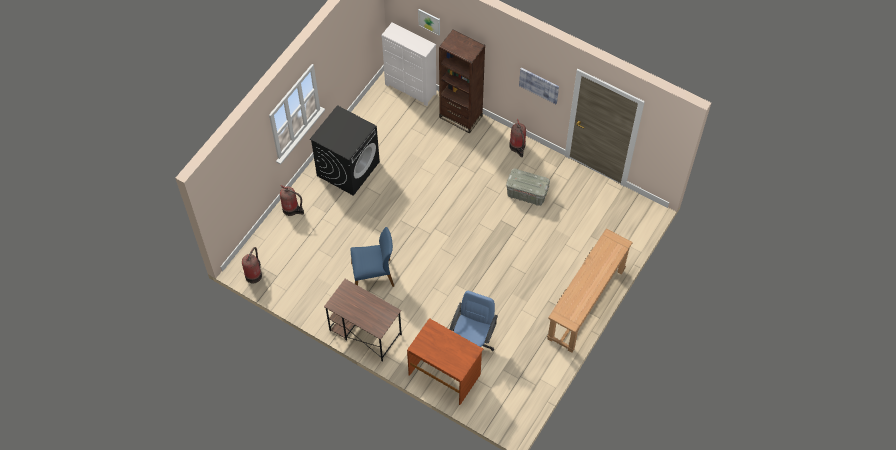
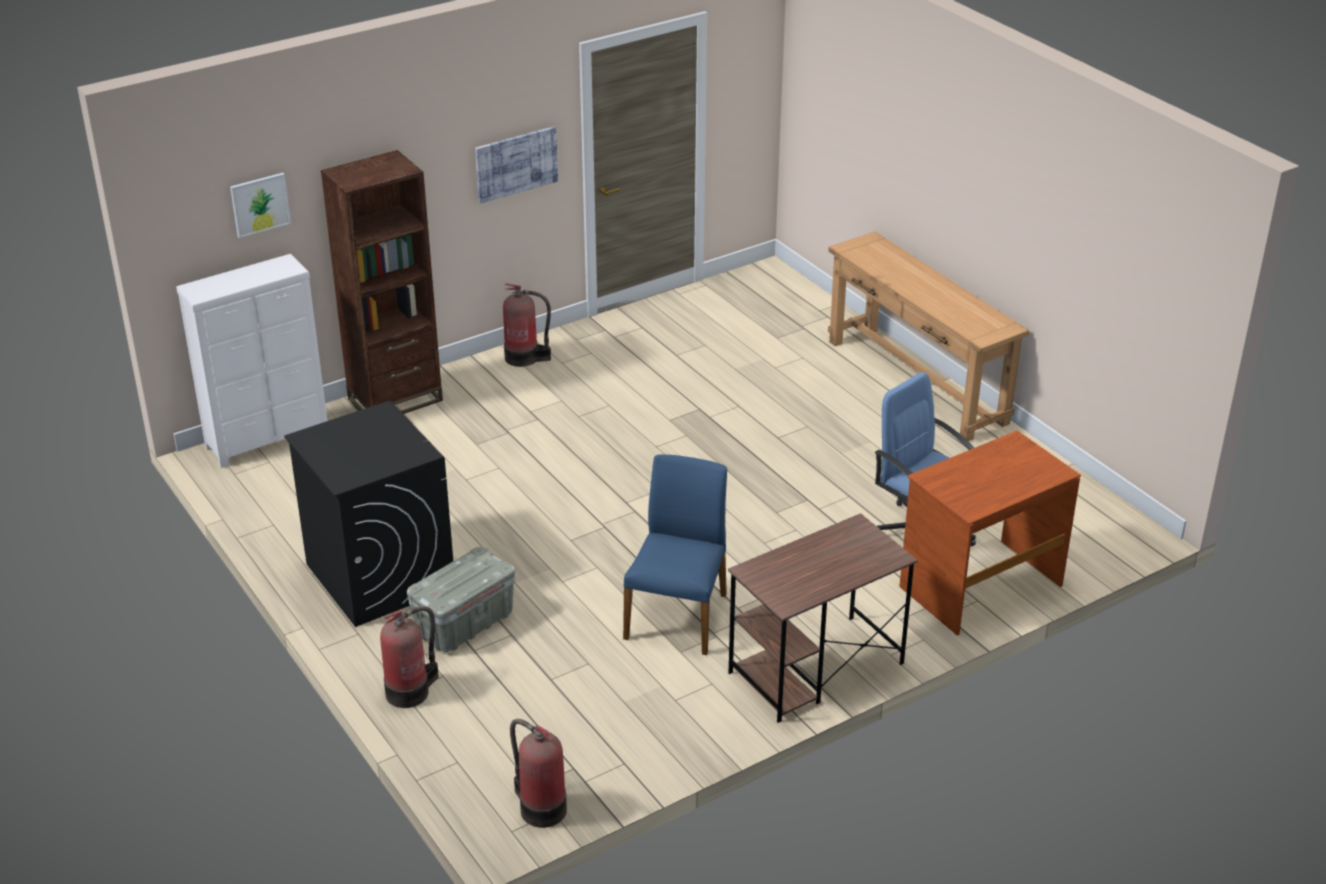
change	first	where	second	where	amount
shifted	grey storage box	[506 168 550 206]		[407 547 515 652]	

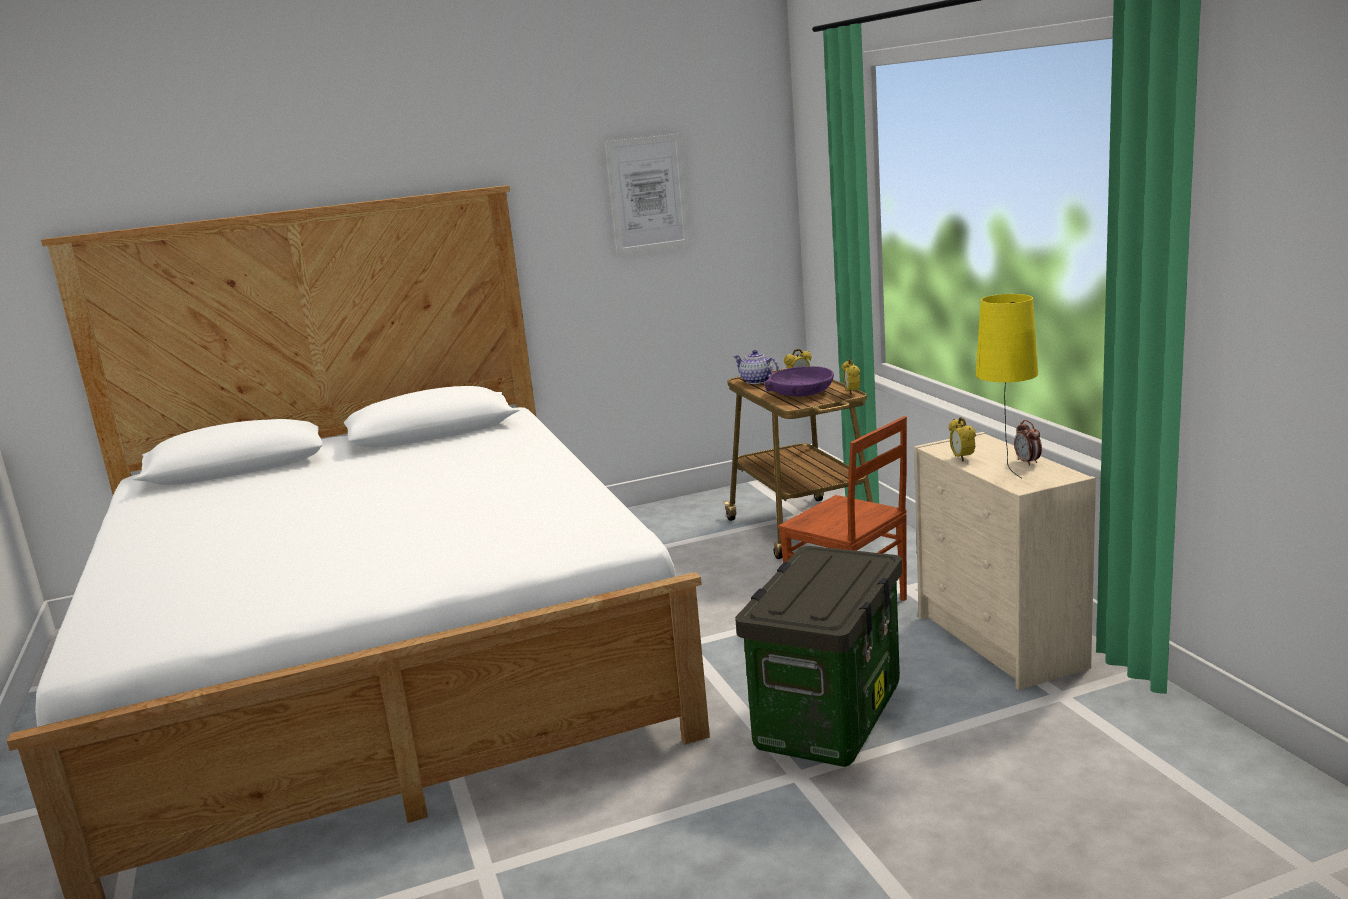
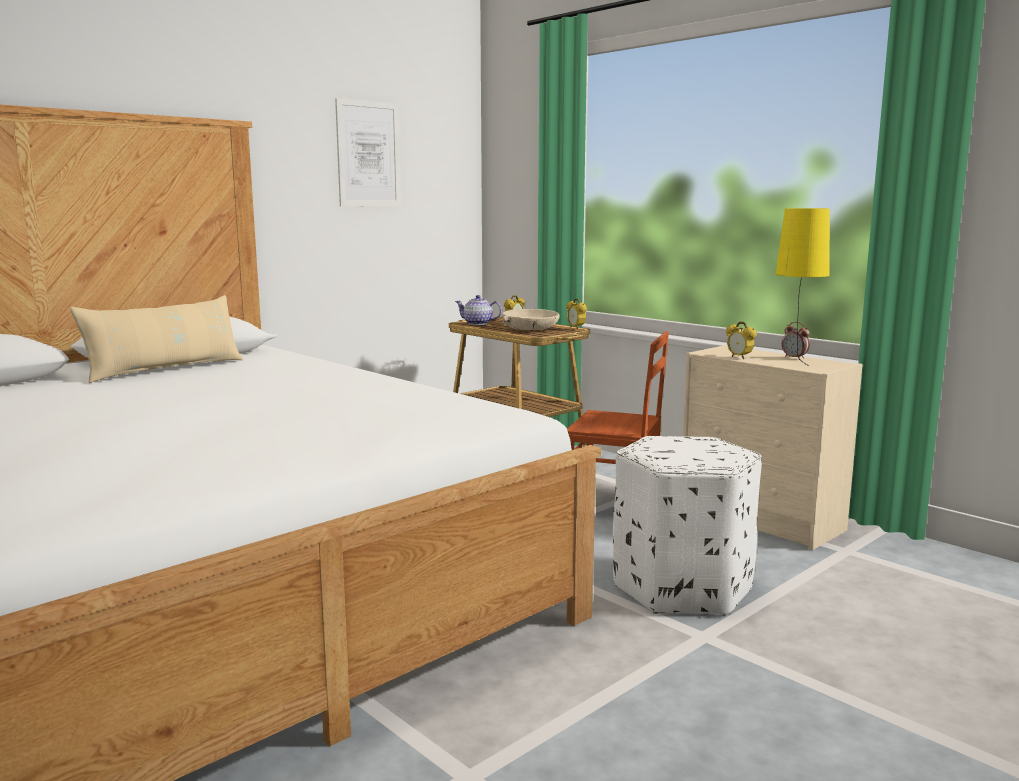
change	first	where	second	where	amount
swapped	storage box	[735 546 902 767]	white ottoman	[613 436 762 616]	
repainted	purple bowl	[764 366 834 396]	beige bowl	[502 309 560 330]	
new			beige pillow	[70 295 243 383]	

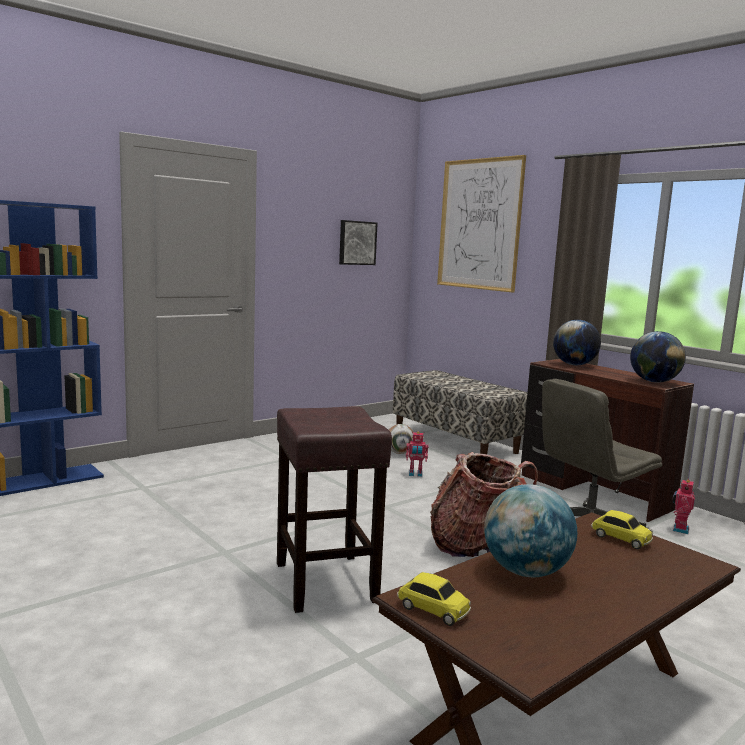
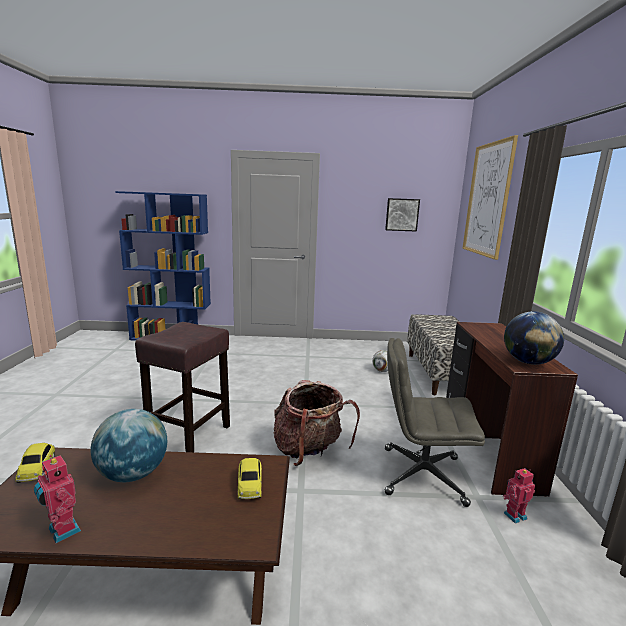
change	first	where	second	where	amount
shifted	toy robot	[406 431 428 477]		[34 455 81 543]	
gone	globe	[553 320 601 365]			

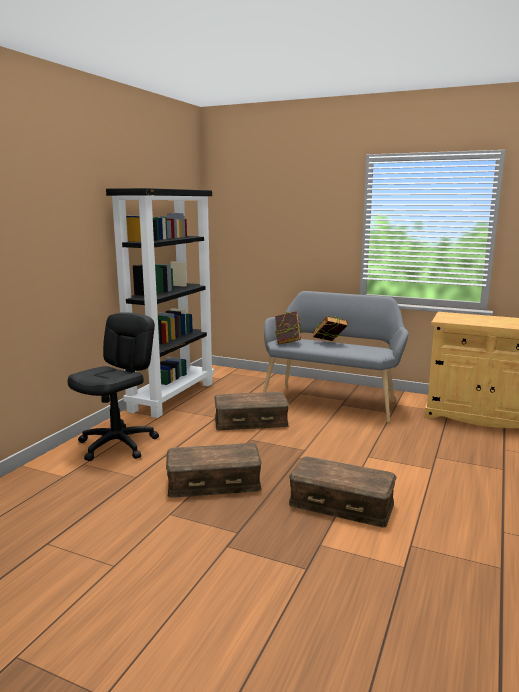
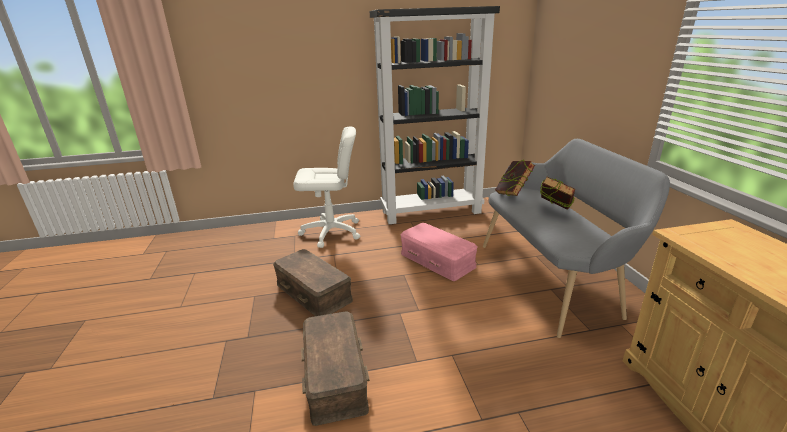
change	first	where	second	where	amount
repainted	black office chair	[68 312 159 461]	white office chair	[293 126 360 248]	
repainted	brown storage box	[214 392 289 430]	pink storage box	[400 223 478 281]	

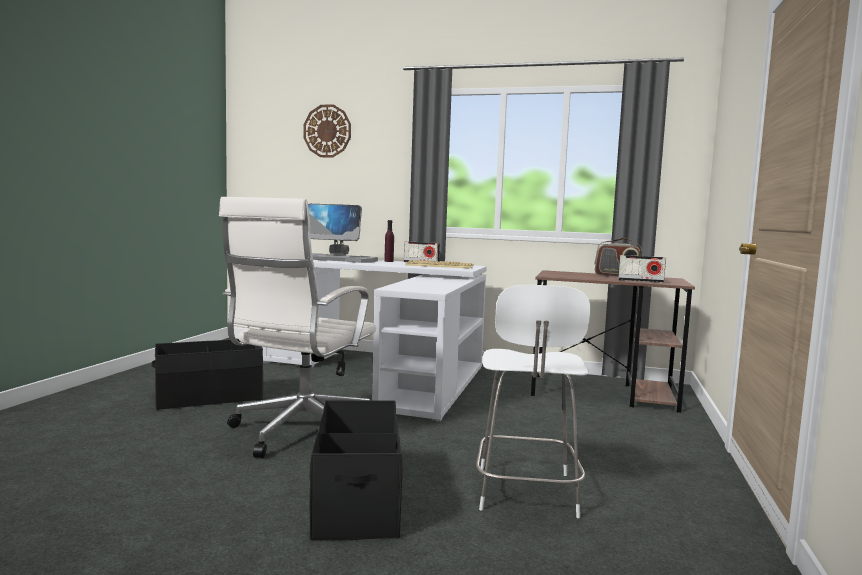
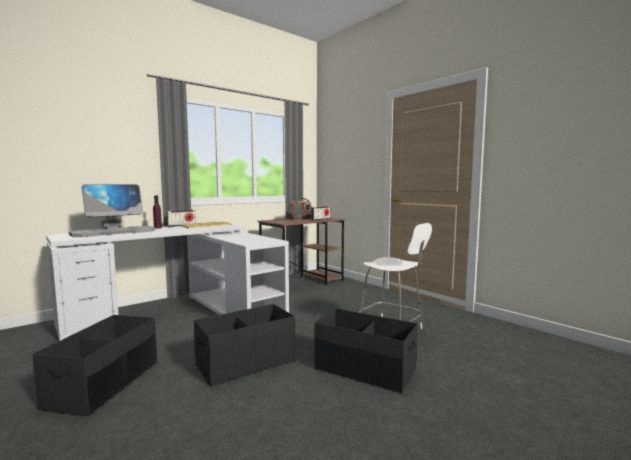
change	first	where	second	where	amount
swapped	white office chair	[219 197 376 458]	black storage box	[194 304 295 386]	
gone	wall clock	[303 104 351 157]			

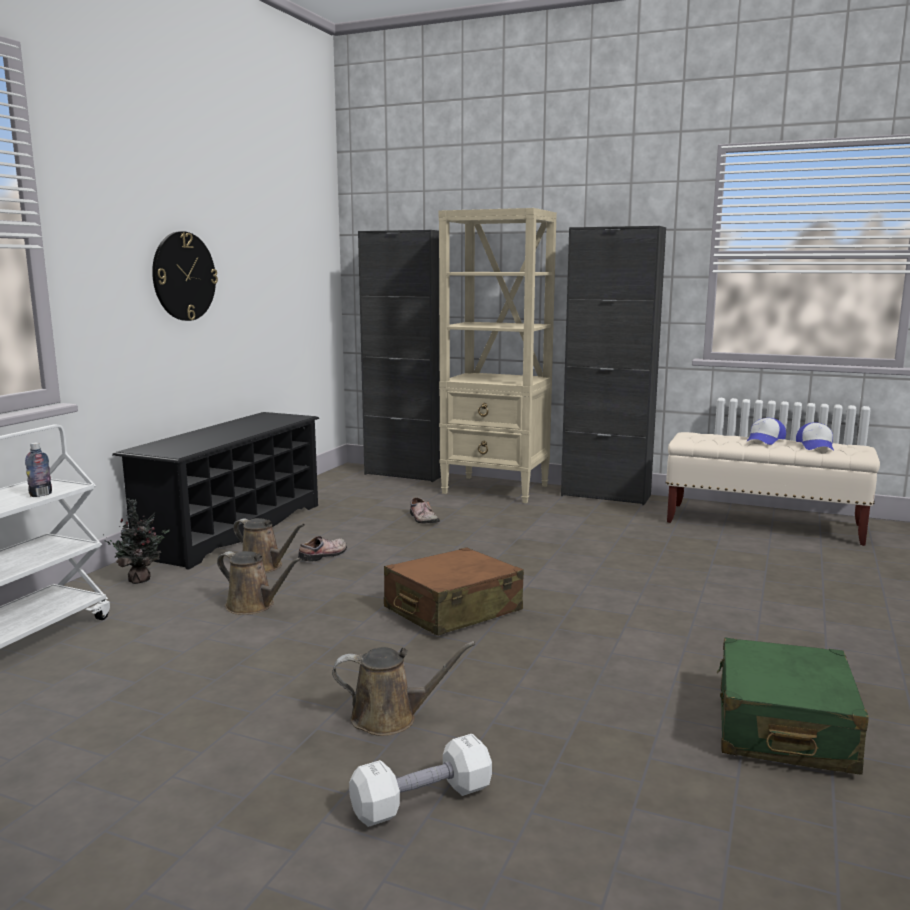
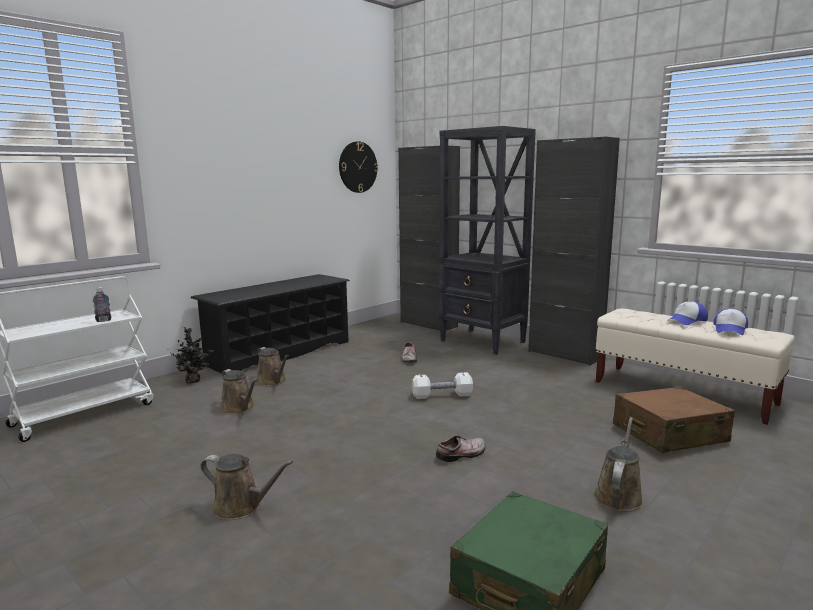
change	first	where	second	where	amount
shifted	wall clock	[152 231 218 321]		[339 141 378 193]	
shifted	shoe	[298 536 347 561]		[436 435 486 462]	
shifted	white dumbbell	[349 734 492 827]		[412 372 473 399]	
shifted	brown suitcase	[384 547 524 636]		[613 386 735 453]	
repainted	beige bookcase	[438 208 557 503]	black bookcase	[439 126 536 355]	
new			brown watering can	[593 417 644 512]	

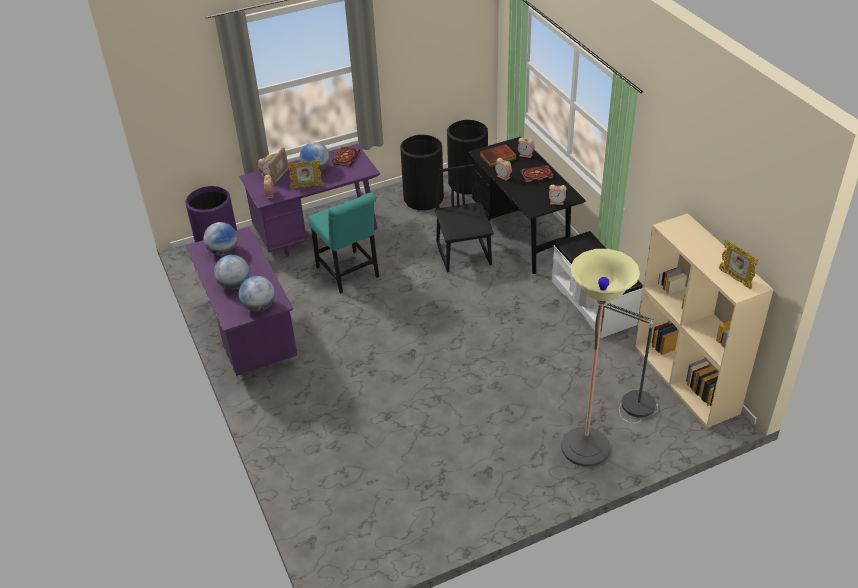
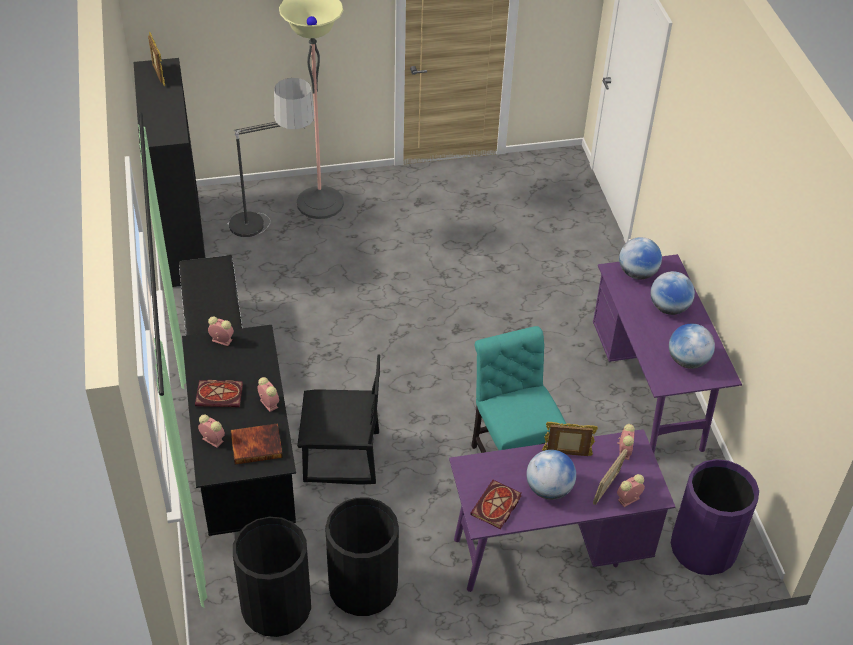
change	first	where	second	where	amount
rotated	black chair	[435 164 494 272]		[297 354 380 485]	90 degrees counterclockwise
repainted	beige bookcase	[635 213 774 428]	black bookcase	[133 58 205 287]	

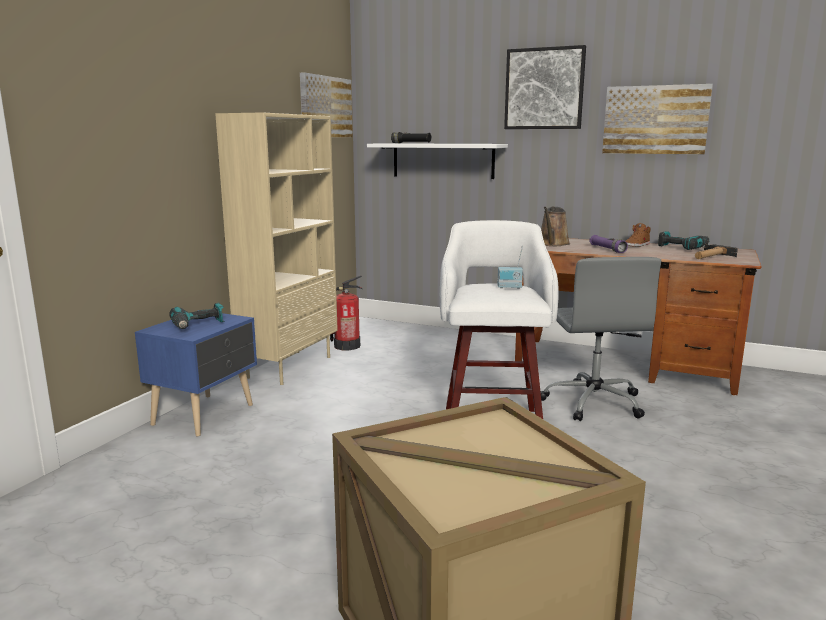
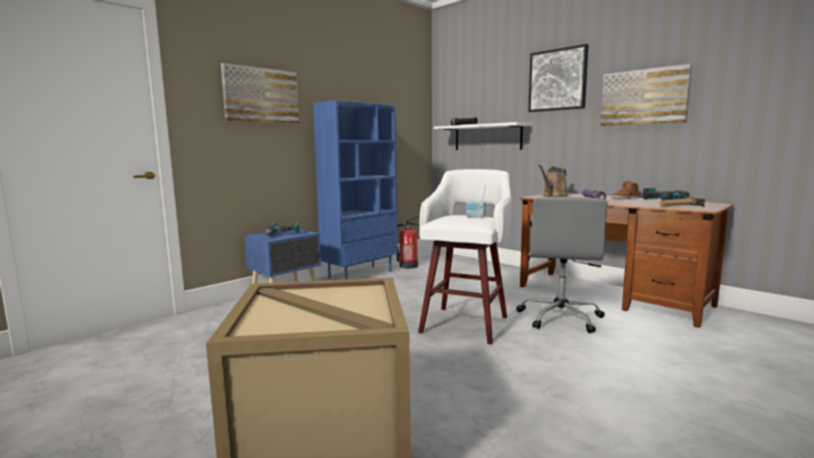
change	first	where	second	where	amount
repainted	beige bookcase	[215 112 338 385]	blue bookcase	[313 100 398 280]	
shifted	picture	[300 72 353 137]		[221 63 299 124]	

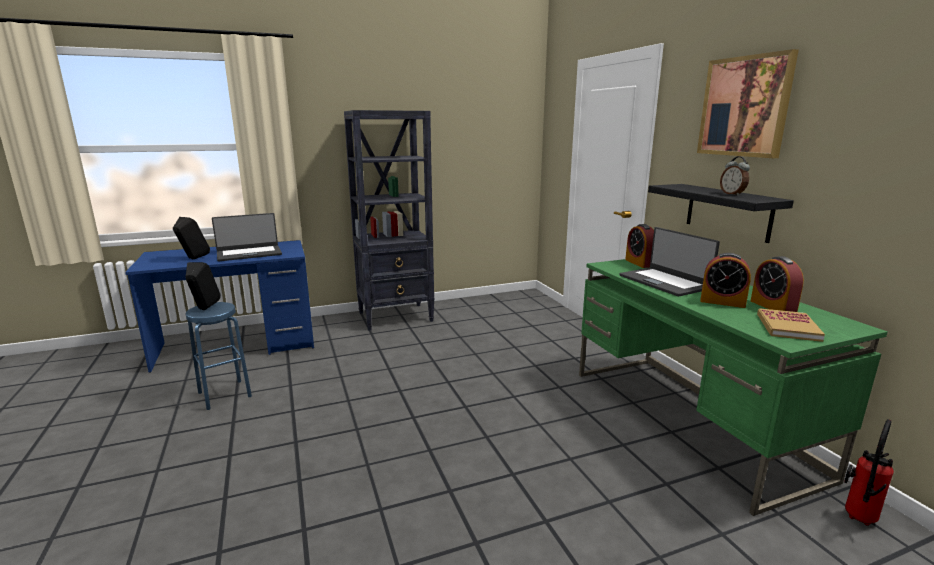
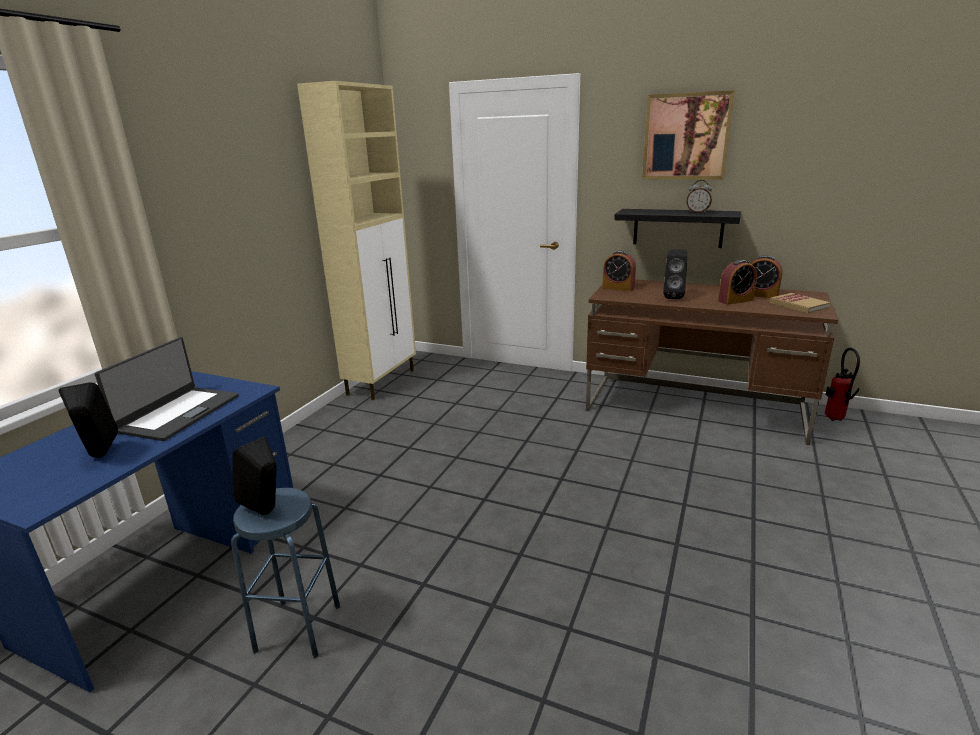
change	first	where	second	where	amount
gone	black bookcase	[344 110 434 331]			
repainted	green desk	[579 259 888 516]	brown desk	[586 279 838 445]	
swapped	laptop	[620 227 720 297]	black speaker	[663 249 687 299]	
new			beige cabinet	[297 81 416 400]	

